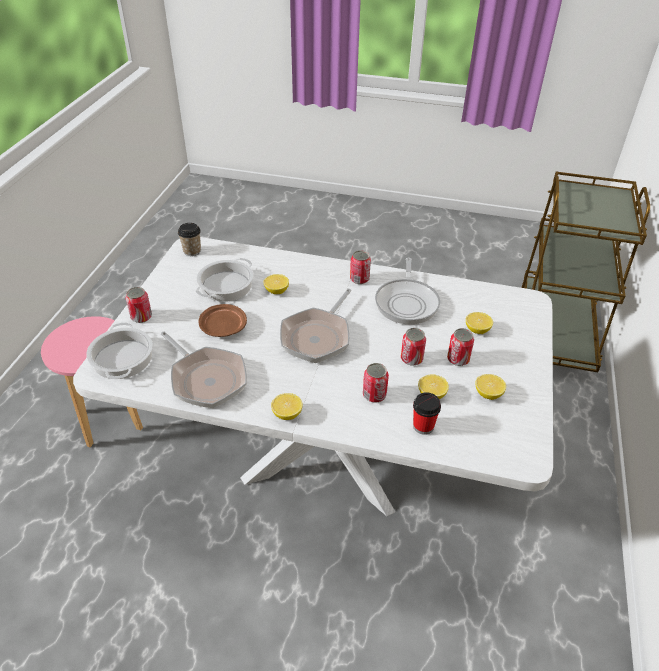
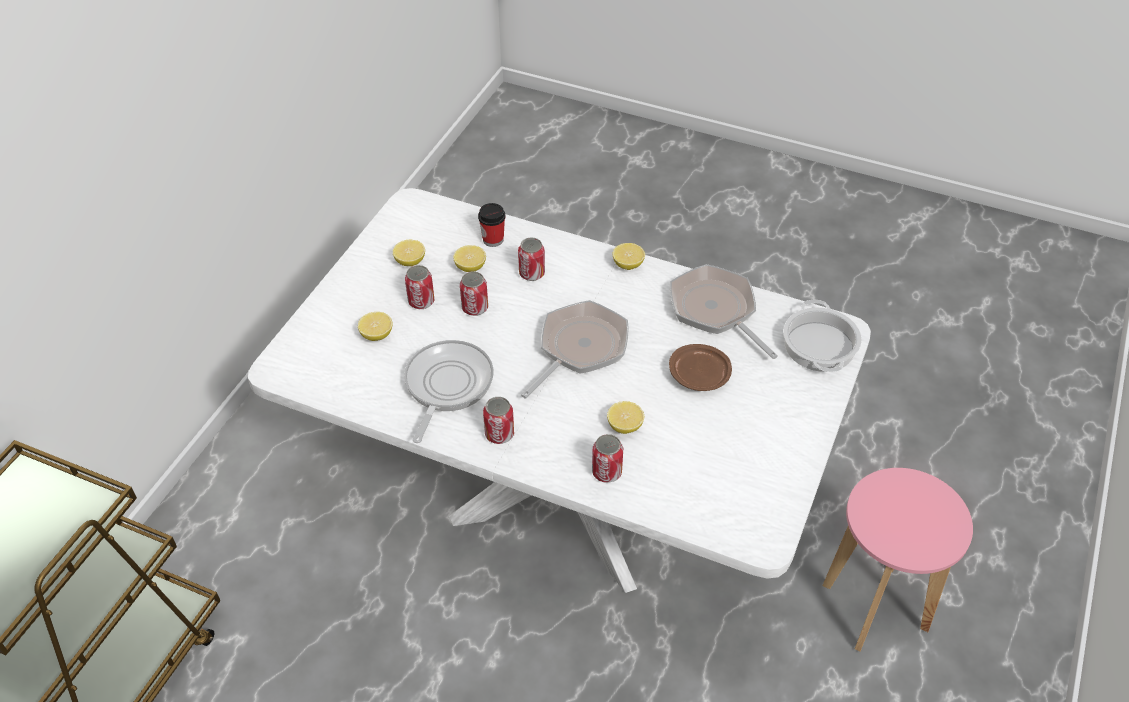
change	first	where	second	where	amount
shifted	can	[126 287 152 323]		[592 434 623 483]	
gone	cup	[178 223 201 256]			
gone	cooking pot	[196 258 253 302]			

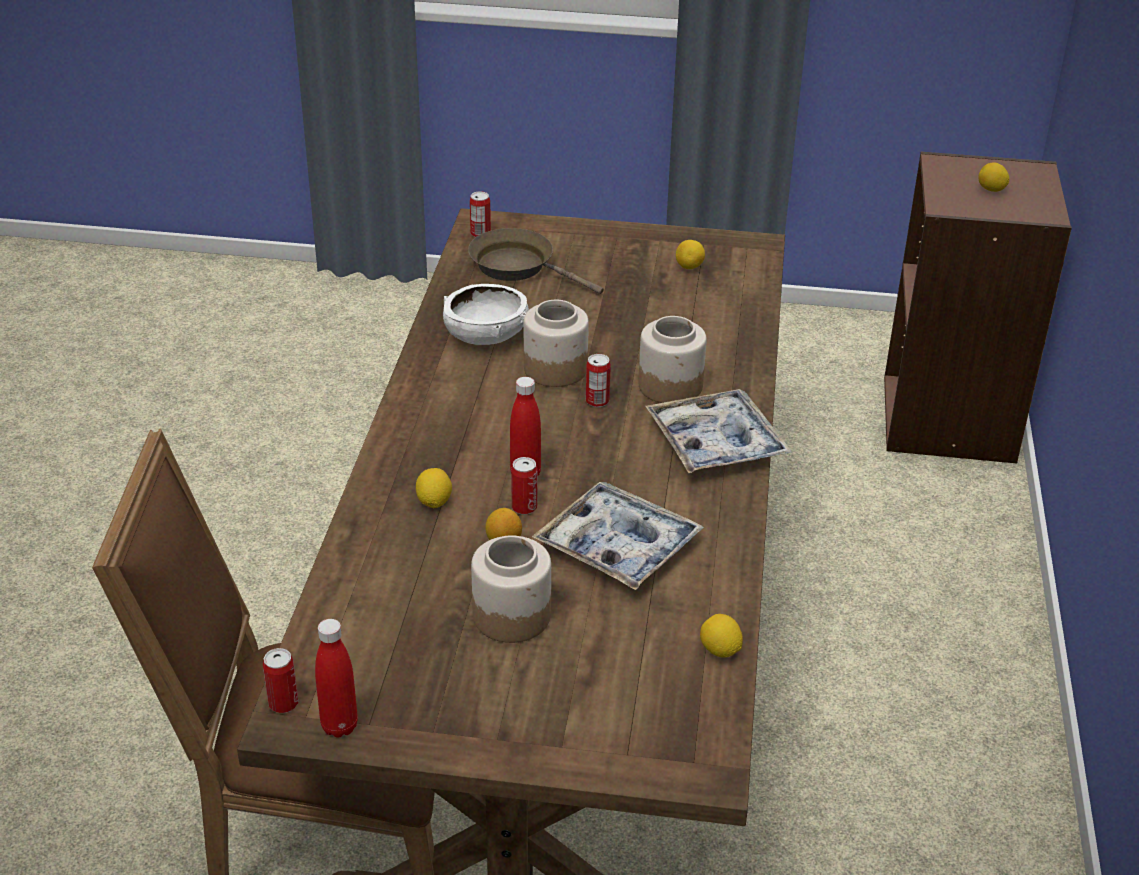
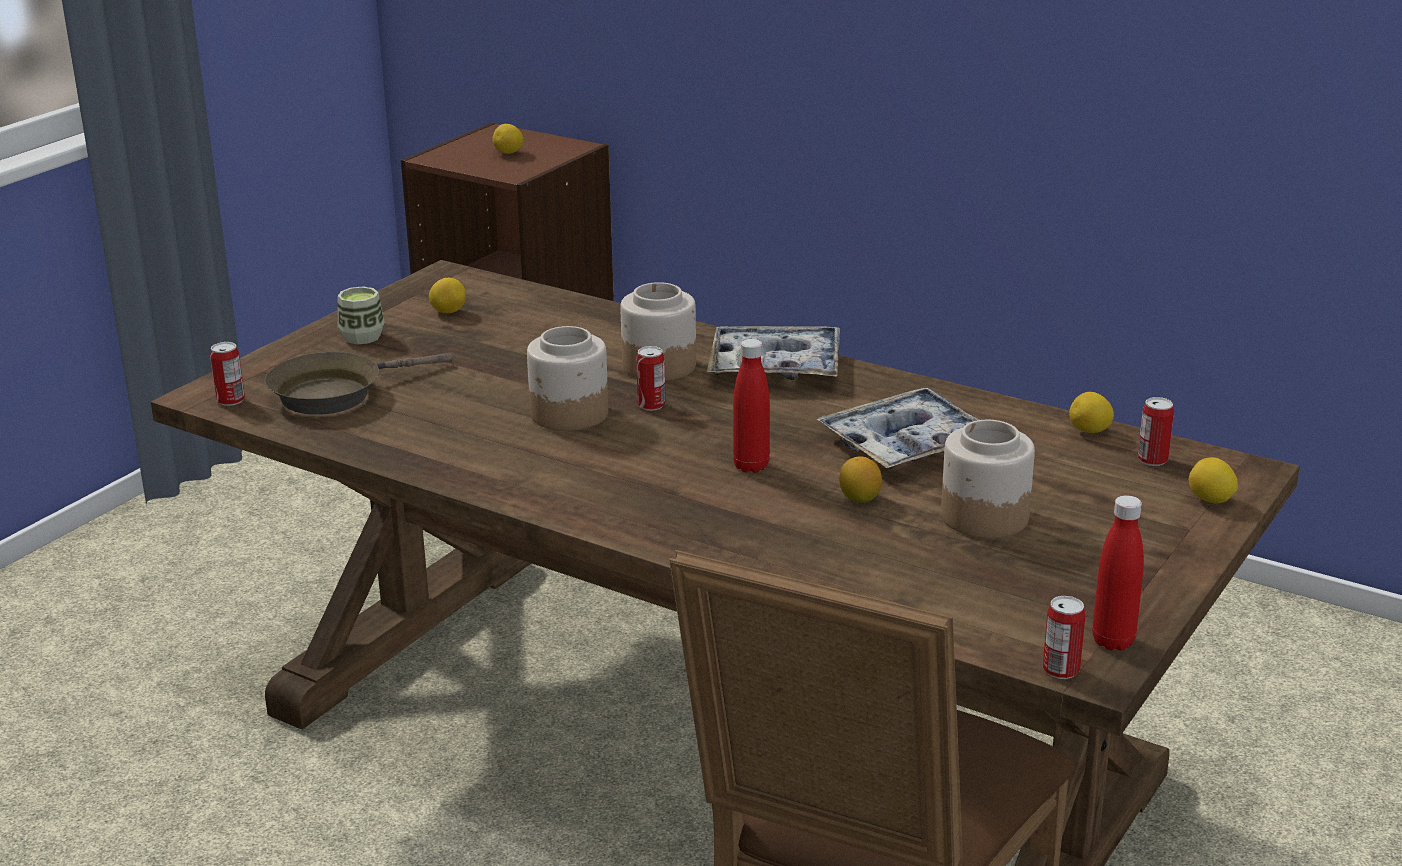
change	first	where	second	where	amount
shifted	lemon	[416 468 452 508]		[1189 457 1238 503]	
gone	white bowl	[443 284 529 345]			
shifted	can	[511 457 538 515]		[1138 397 1174 466]	
new			cup	[337 287 385 344]	

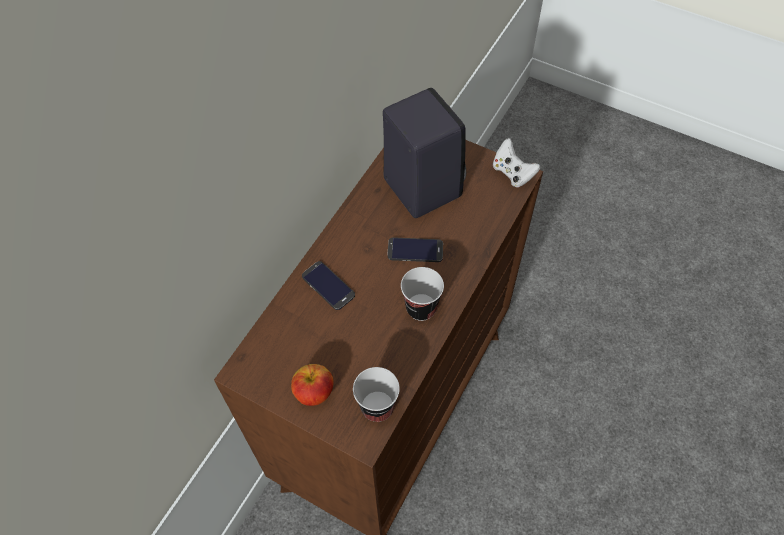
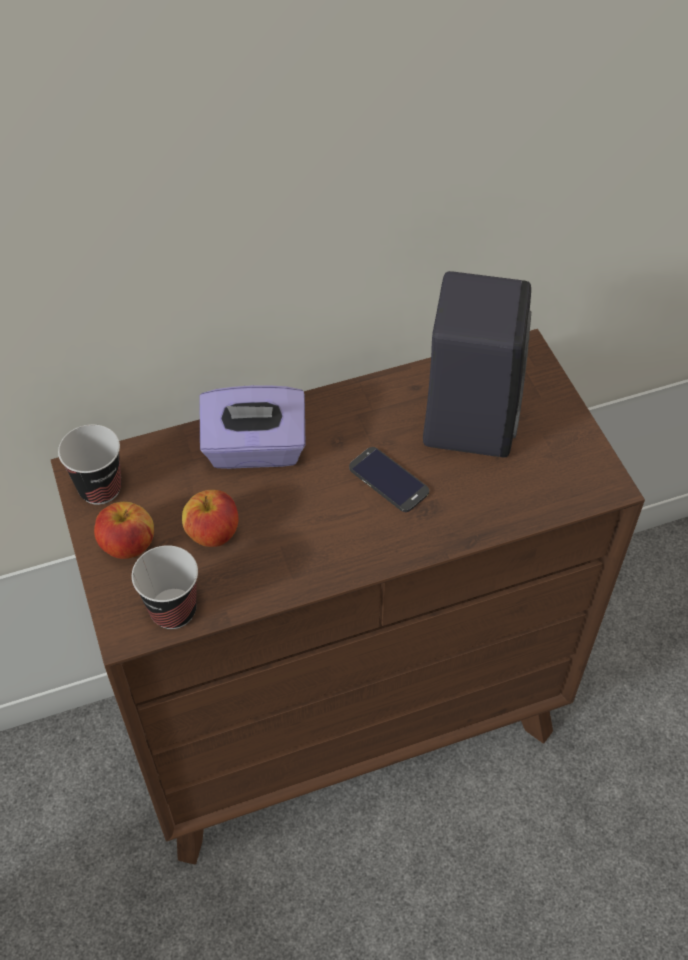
change	first	where	second	where	amount
swapped	phone	[302 261 355 310]	purple tissue box	[199 385 306 469]	
shifted	cup	[401 267 444 321]		[58 424 122 505]	
gone	white game controller	[493 138 541 187]			
new			apple	[182 490 239 547]	

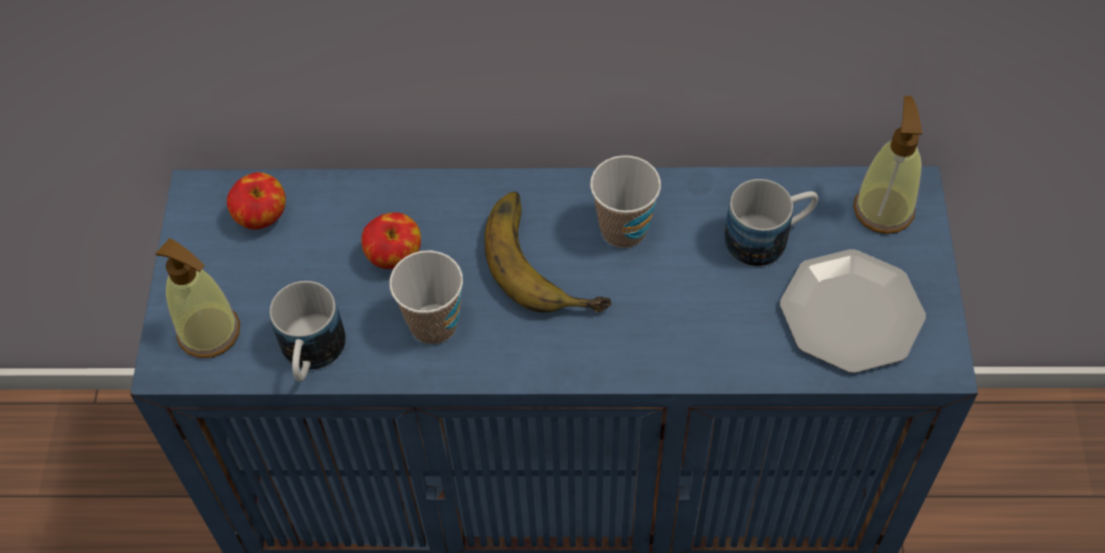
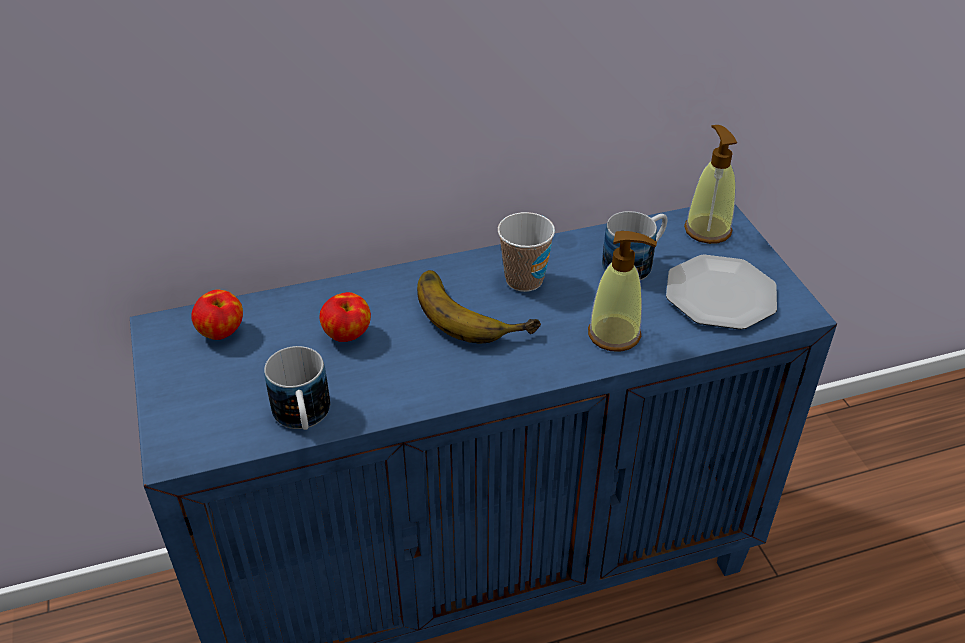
change	first	where	second	where	amount
shifted	soap dispenser	[155 238 240 358]		[588 231 657 352]	
gone	cup	[389 250 463 345]			

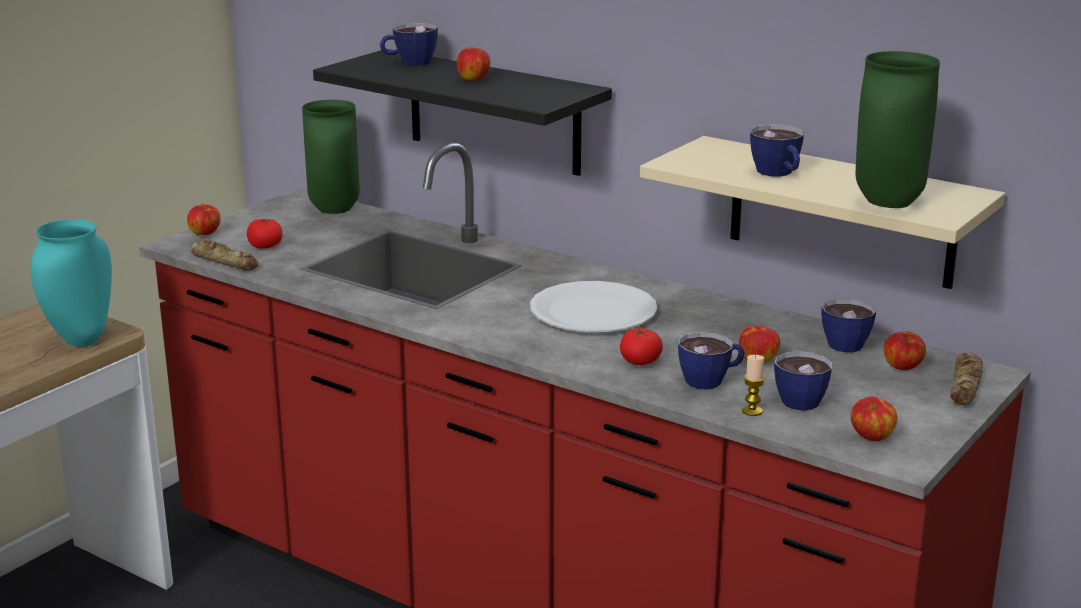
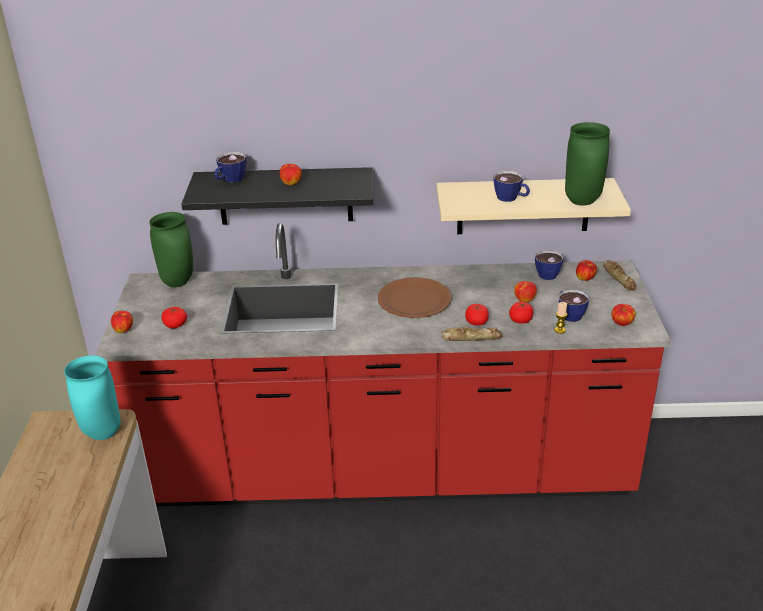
change	first	where	second	where	amount
shifted	bread	[191 239 259 270]		[441 327 502 341]	
repainted	white plate	[530 281 658 332]	brown plate	[378 277 452 318]	
swapped	cup	[678 332 745 389]	tomato	[509 301 533 324]	

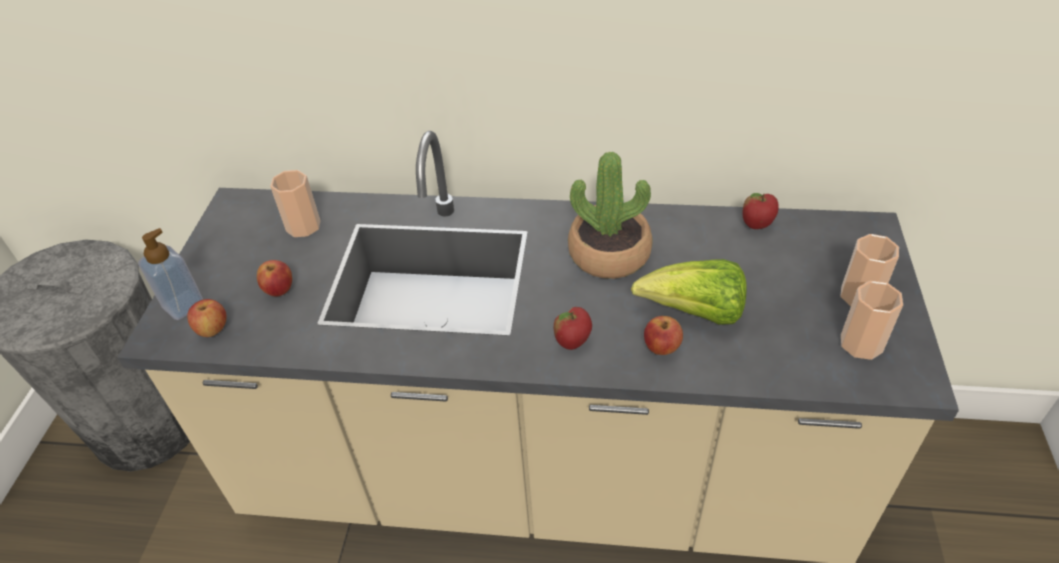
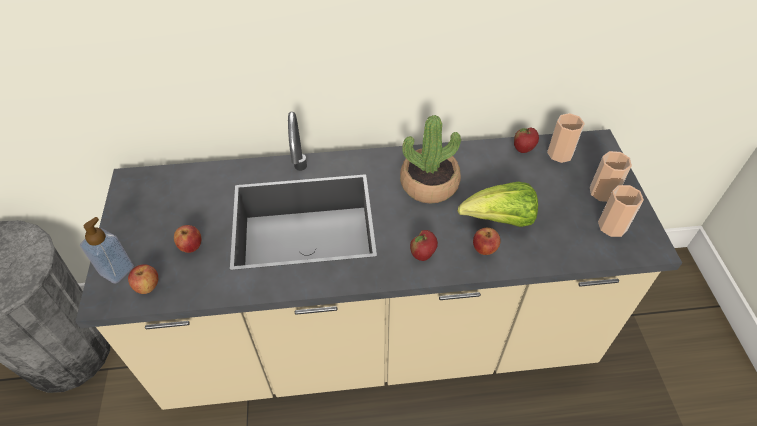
change	first	where	second	where	amount
shifted	cup	[270 170 321 237]		[547 113 585 163]	

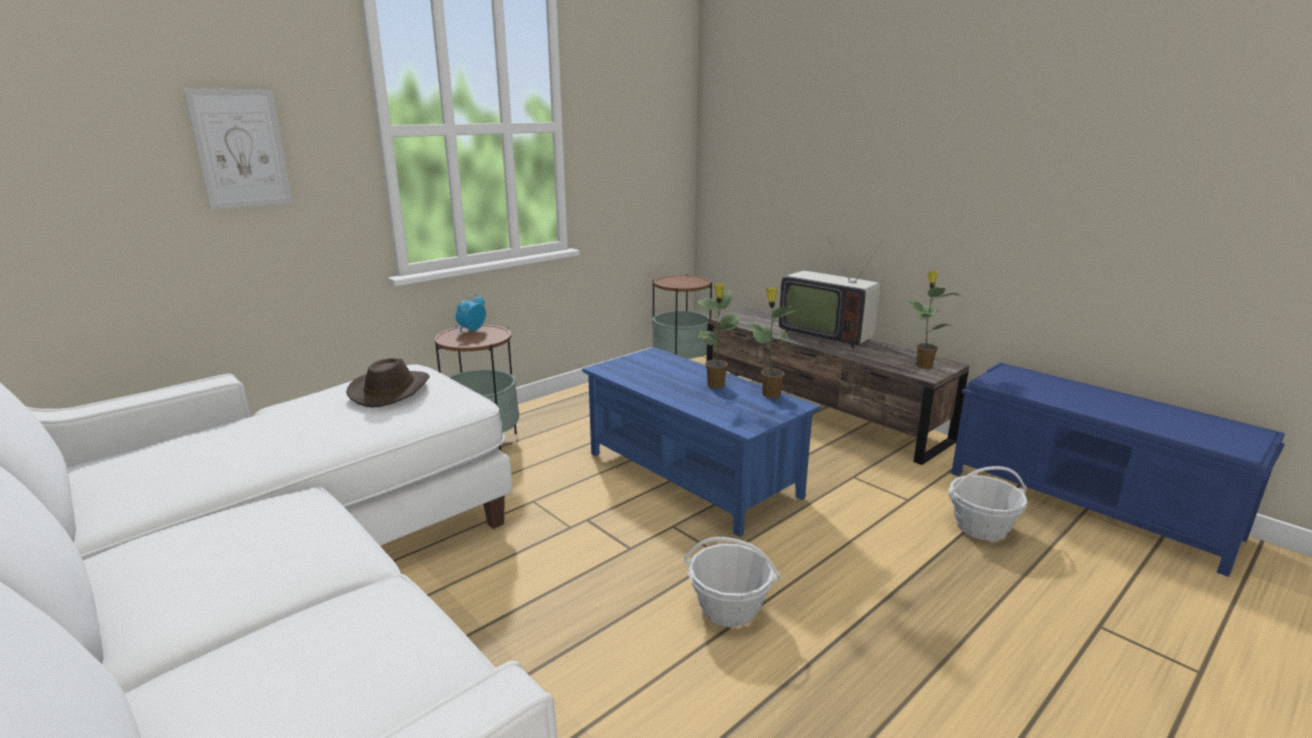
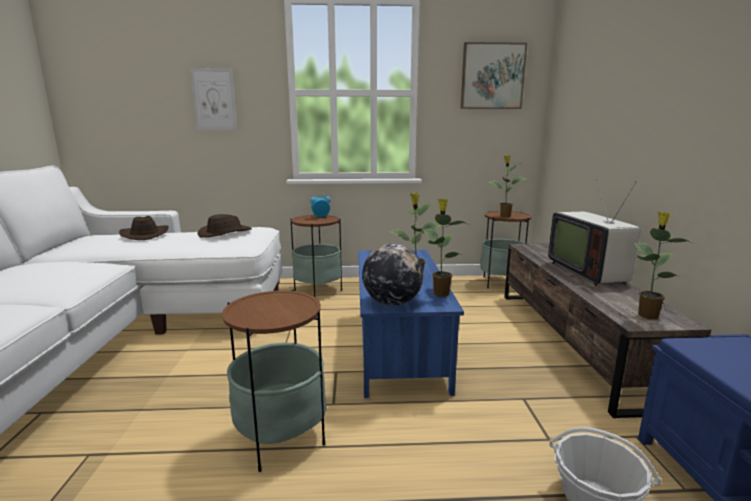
change	first	where	second	where	amount
swapped	basket	[684 537 781 627]	side table	[222 290 327 472]	
new			brown hat	[119 216 168 240]	
new			globe	[362 244 424 306]	
new			picture	[461 42 527 109]	
new			potted plant	[488 155 526 218]	

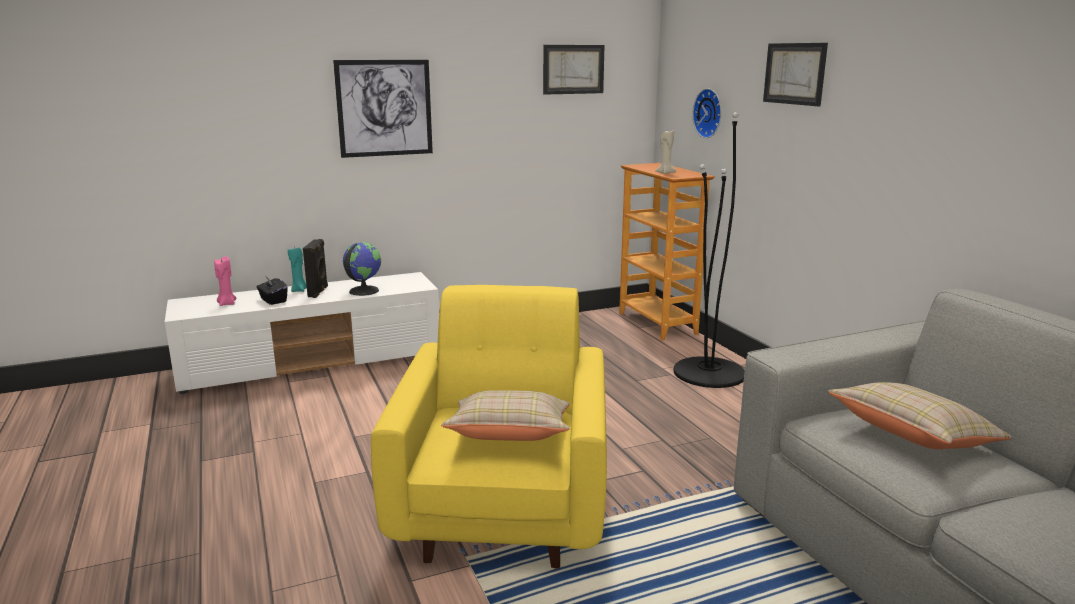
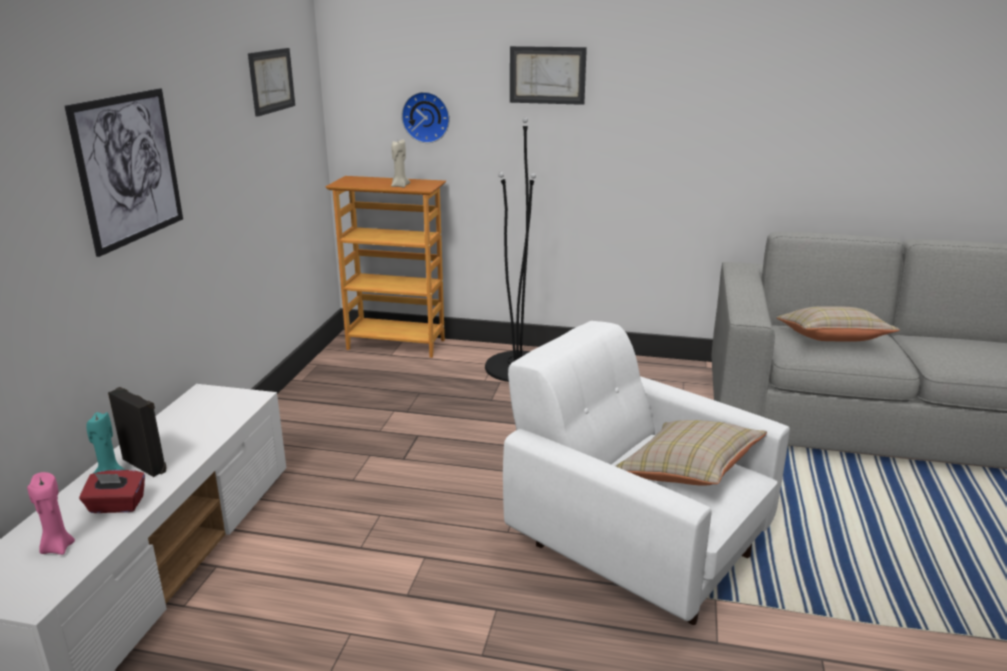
change	first	where	second	where	amount
repainted	black tissue box	[257 275 288 305]	red tissue box	[79 470 145 513]	
gone	globe	[343 242 381 296]			
repainted	yellow armchair	[371 285 607 569]	white armchair	[503 321 790 625]	

